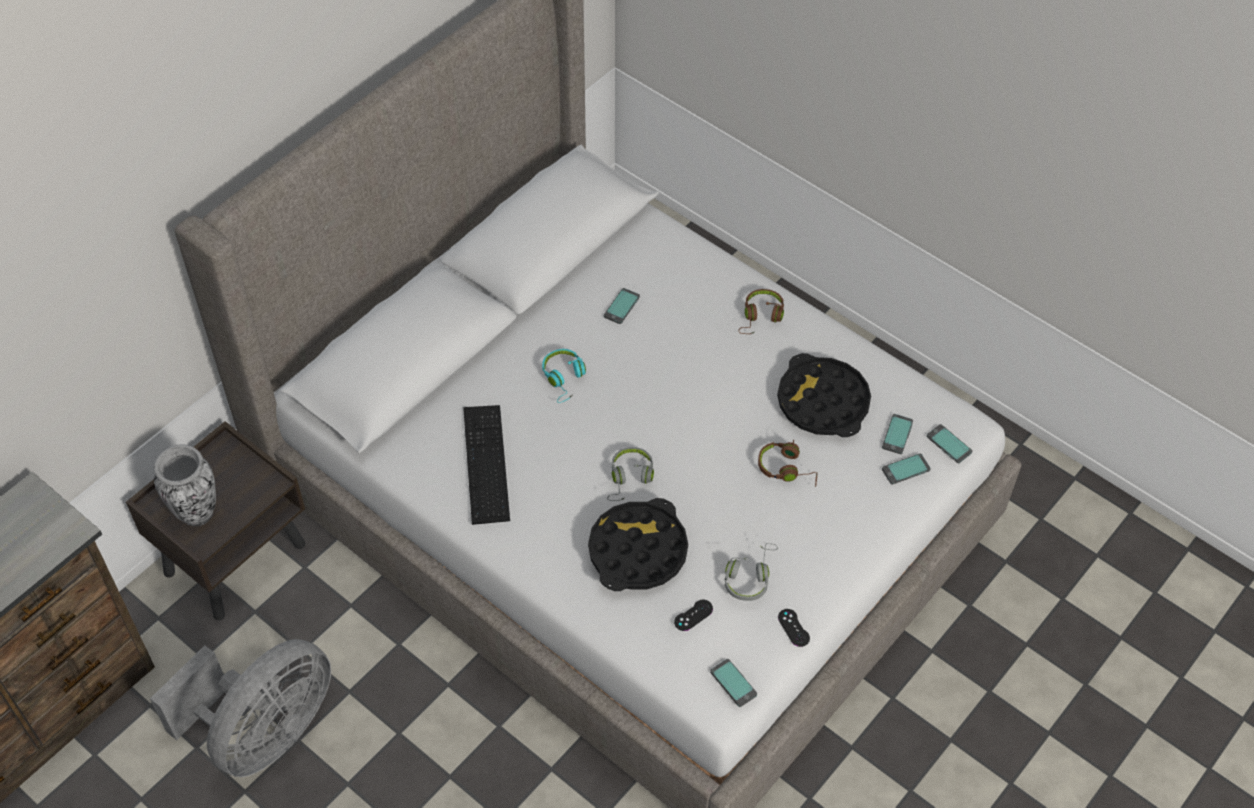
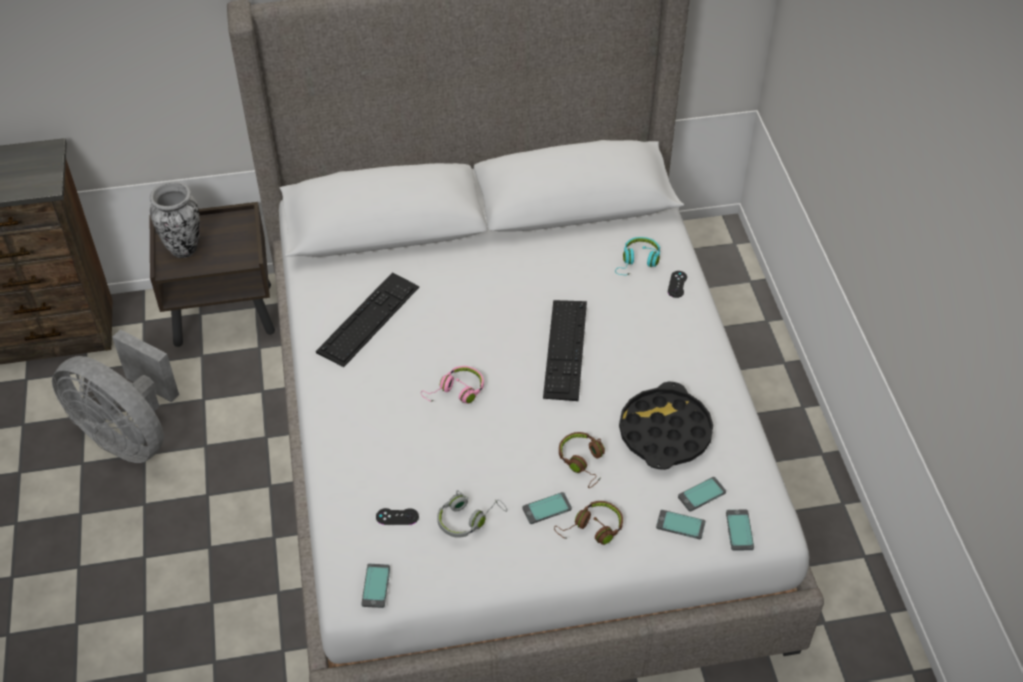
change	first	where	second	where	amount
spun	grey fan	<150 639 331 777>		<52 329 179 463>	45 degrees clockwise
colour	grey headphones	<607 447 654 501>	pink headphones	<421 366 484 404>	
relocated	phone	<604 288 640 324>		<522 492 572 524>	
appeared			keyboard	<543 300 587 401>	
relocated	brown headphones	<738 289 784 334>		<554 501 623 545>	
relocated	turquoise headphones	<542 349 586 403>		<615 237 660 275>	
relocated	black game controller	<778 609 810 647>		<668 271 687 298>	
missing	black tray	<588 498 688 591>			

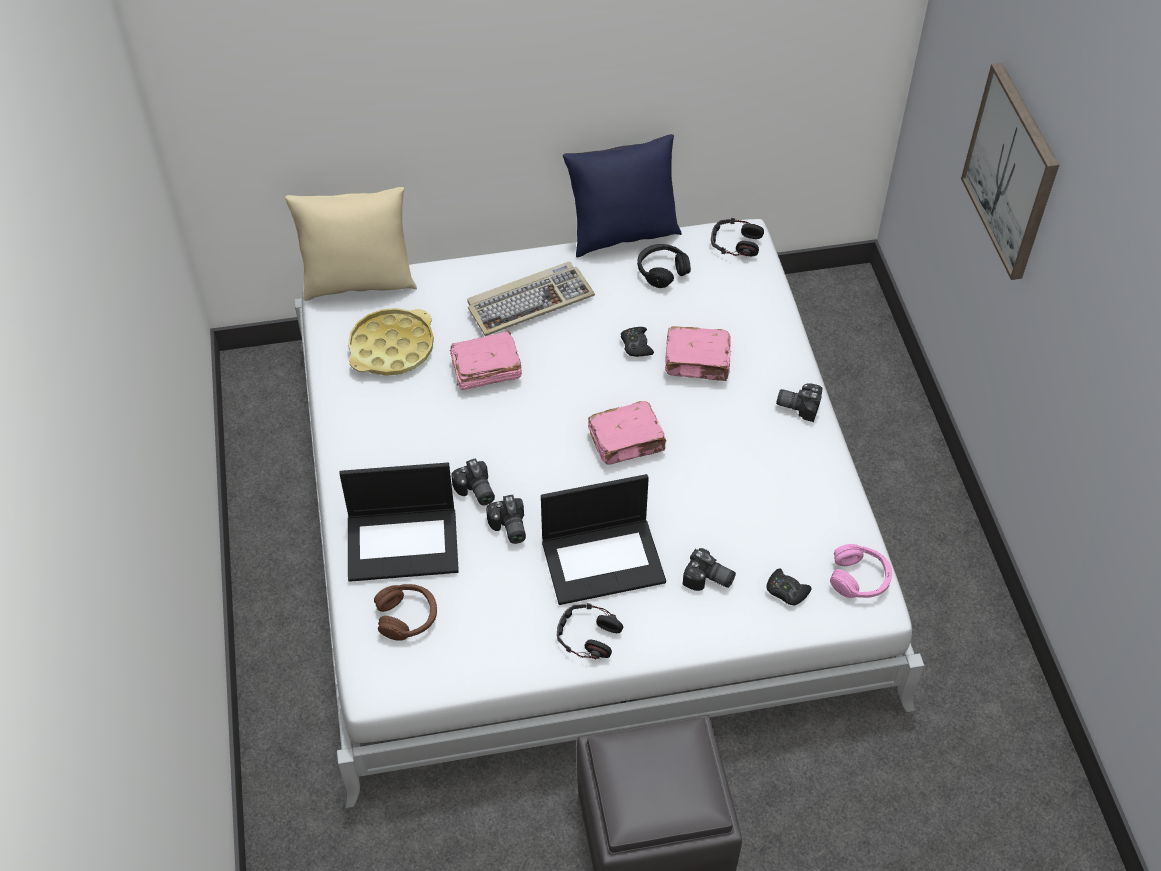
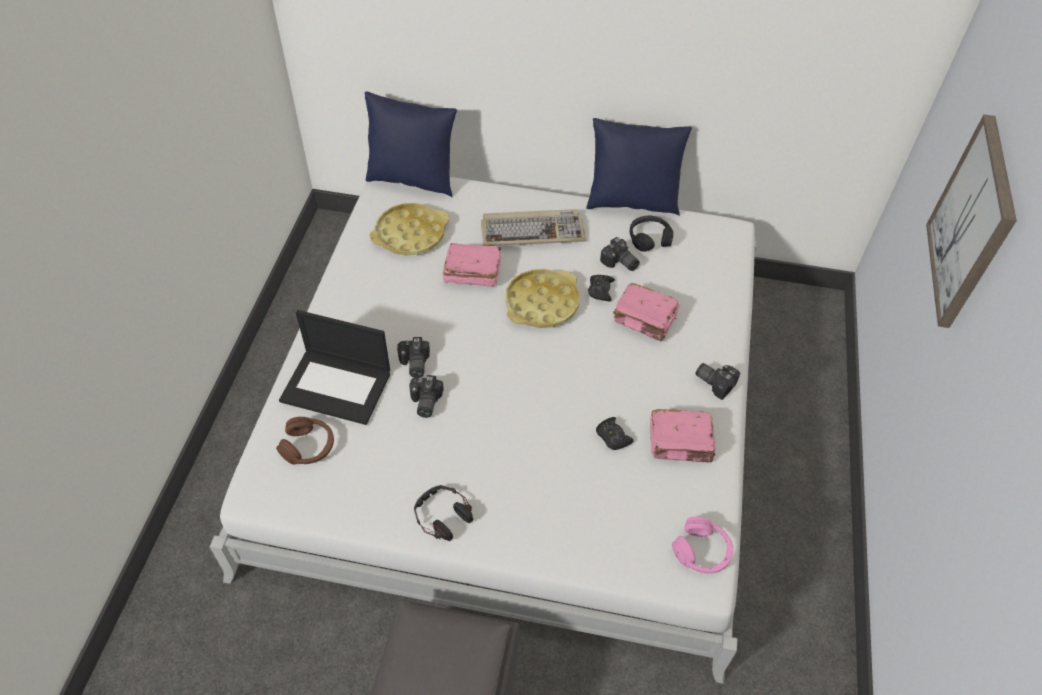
change	first	where	second	where	amount
colour	beige pillow	<285 187 417 301>	blue pillow	<365 91 457 197>	
appeared			yellow tray	<505 269 579 328>	
relocated	black game controller	<766 568 811 606>		<596 417 634 450>	
relocated	photo camera	<683 548 736 591>		<600 237 640 271>	
relocated	pink book	<588 401 667 465>		<650 409 716 462>	
missing	laptop	<541 474 666 605>			
missing	headphones	<711 218 764 256>			

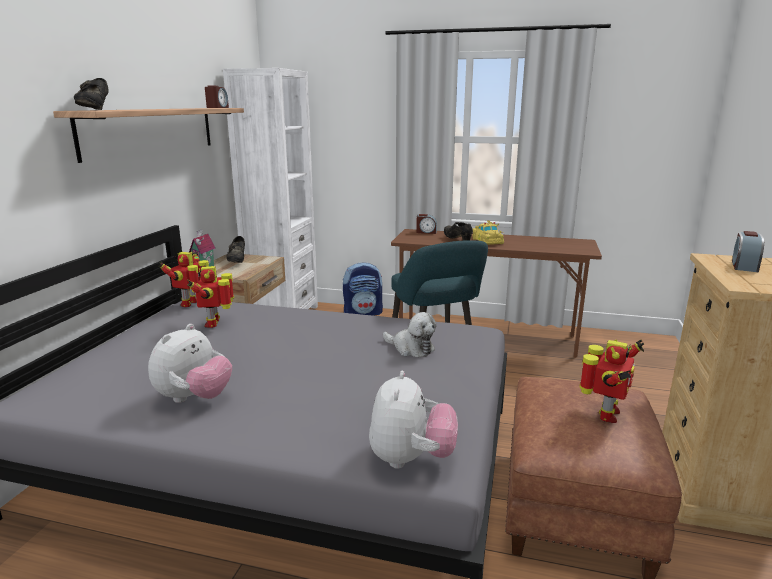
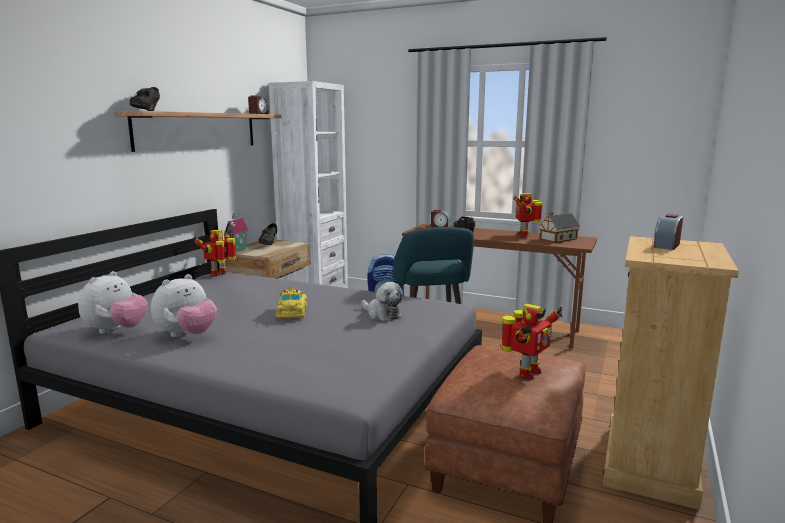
change	first	where	second	where	amount
relocated	plush toy	<369 371 458 469>		<78 271 148 334>	
relocated	yellow toy car	<472 220 504 245>		<276 287 307 319>	
relocated	toy robot	<187 265 234 328>		<513 193 543 237>	
appeared			toy house	<539 212 580 243>	

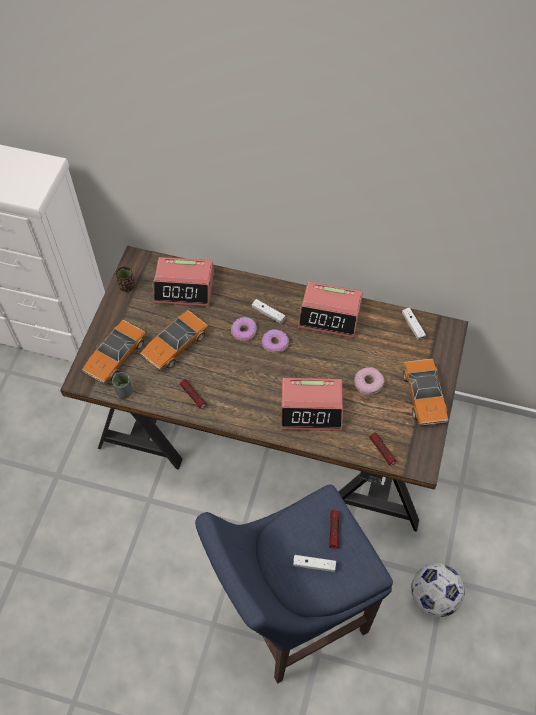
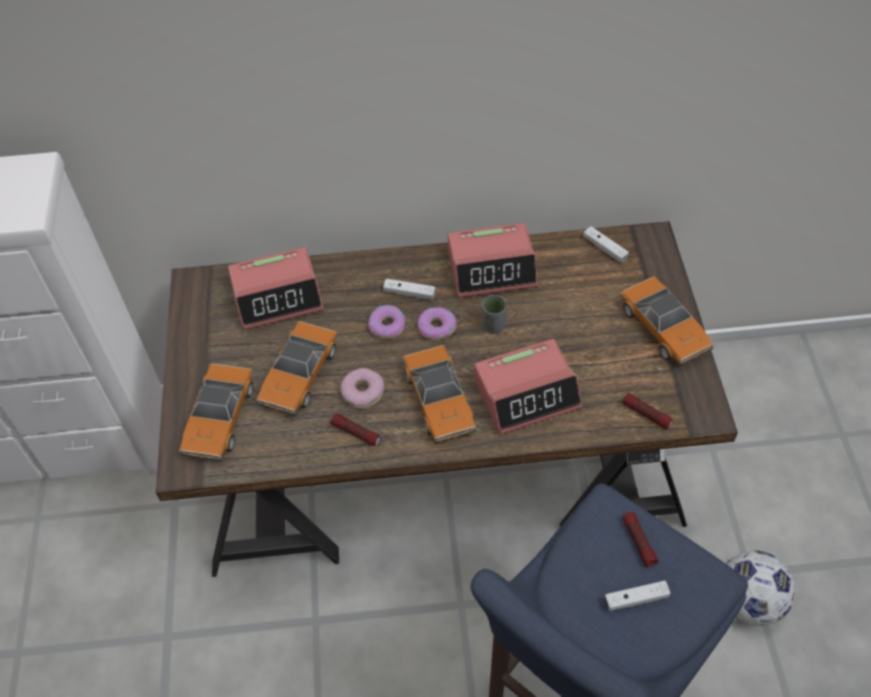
change	first	where	second	where	amount
relocated	donut	<354 367 384 395>		<341 368 384 409>	
appeared			toy car	<403 345 476 443>	
relocated	grey cup	<112 372 133 398>		<482 295 507 334>	
missing	brown cup	<116 266 135 292>			

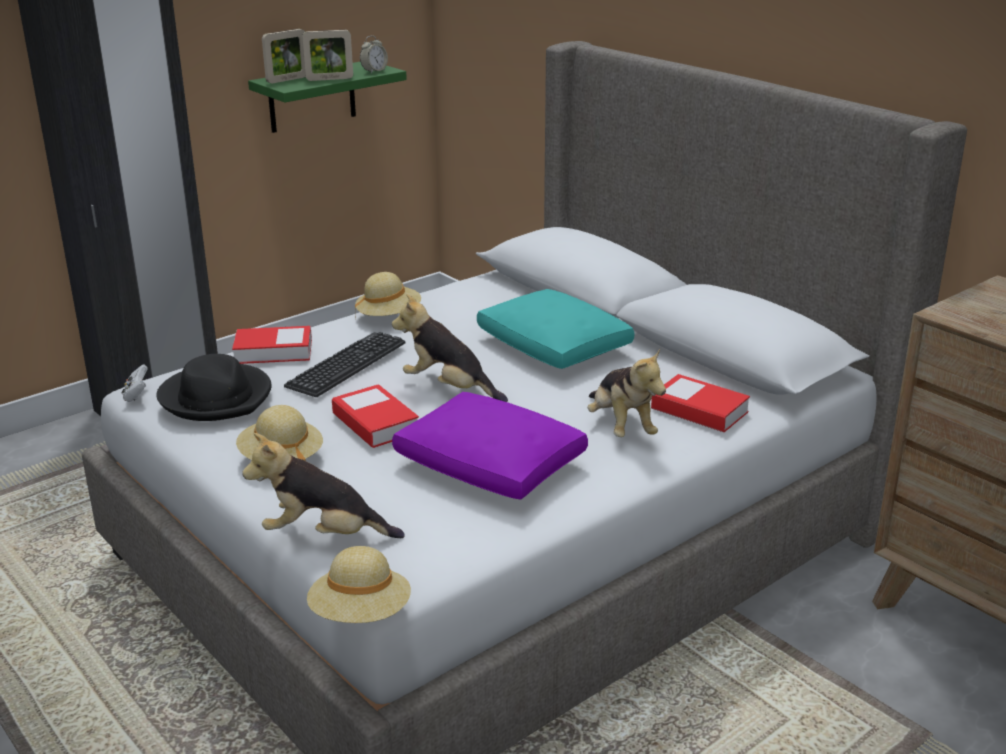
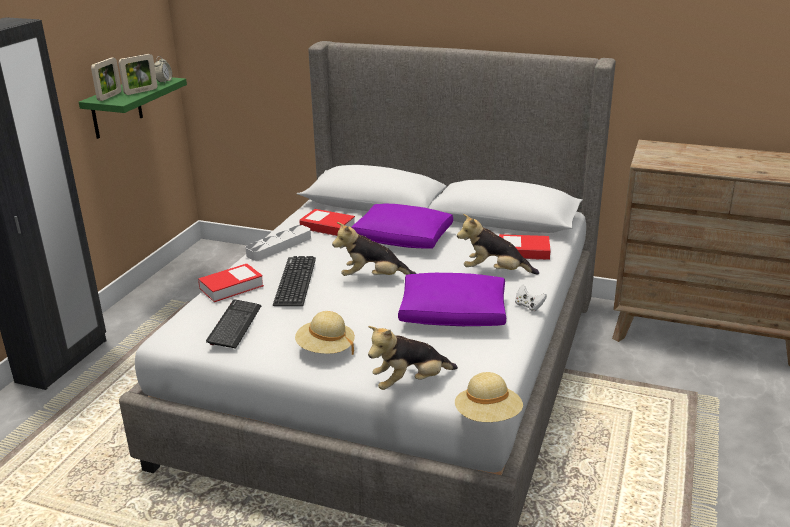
change	first	where	second	where	amount
exchanged	black hat	<156 354 272 421>	keyboard	<206 299 261 349>	
exchanged	beige hat	<355 272 421 319>	grey tray	<245 225 311 261>	
relocated	book	<332 384 419 448>		<299 209 355 236>	
colour	turquoise pillow	<477 289 634 369>	purple pillow	<352 204 453 249>	
spun	plush toy	<588 349 666 437>		<457 214 539 275>	150 degrees clockwise
relocated	white game controller	<122 364 148 402>		<515 285 547 312>	

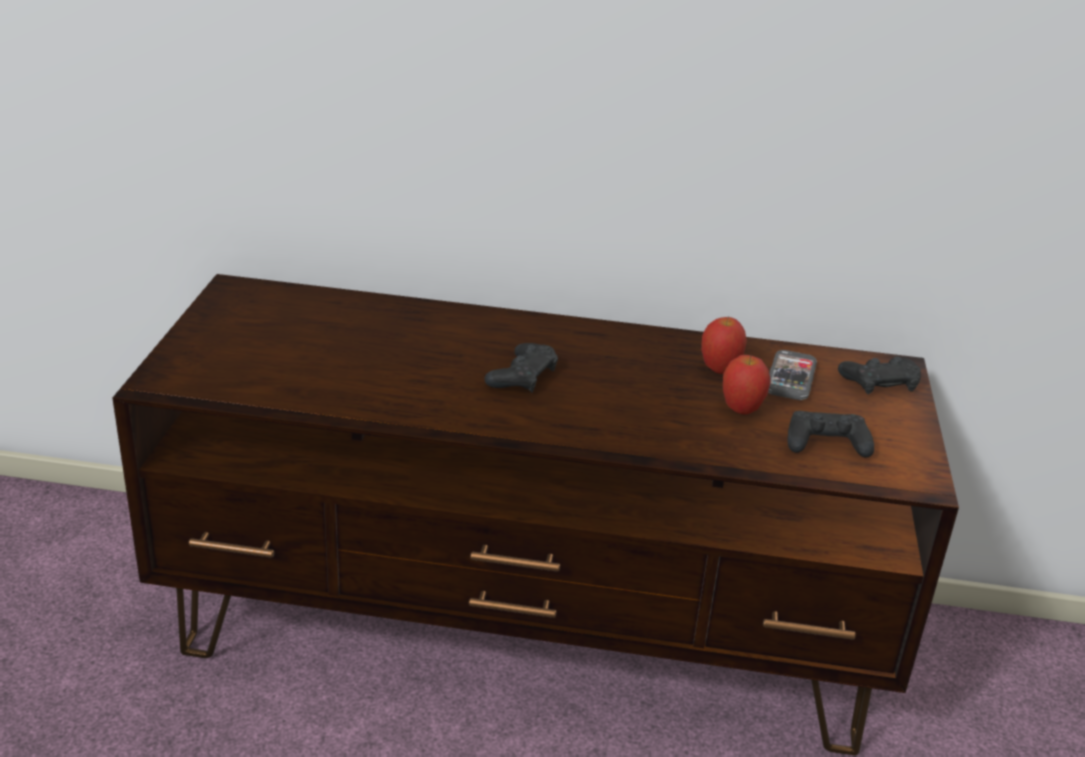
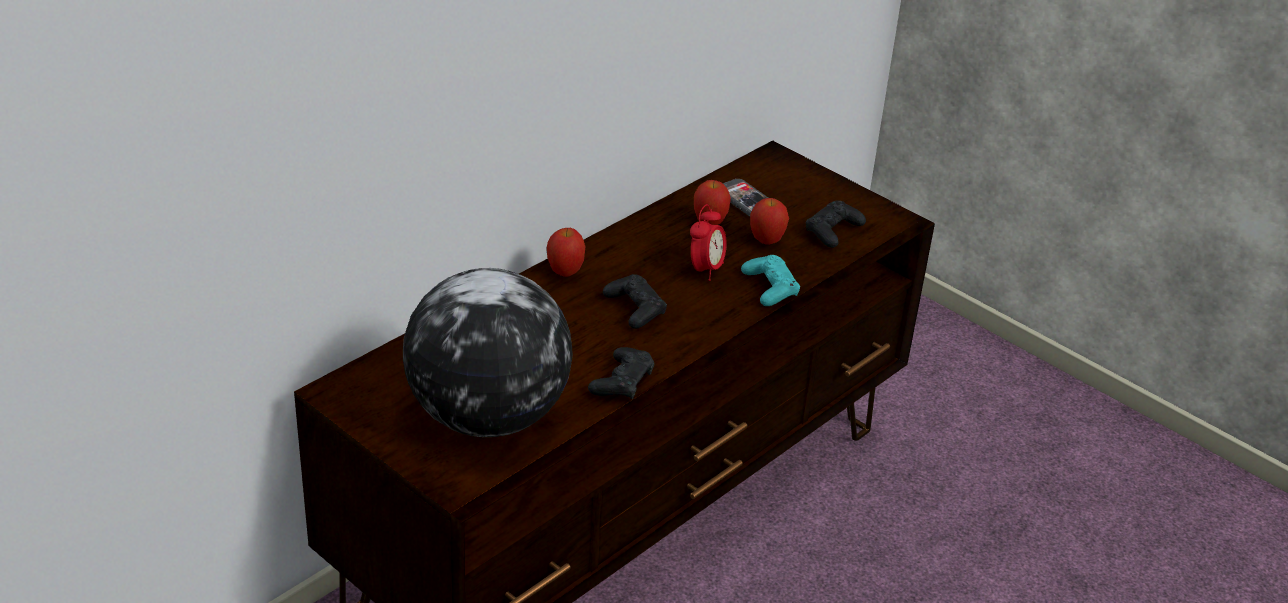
change	first	where	second	where	amount
appeared			globe	<403 268 573 437>	
appeared			apple	<547 228 585 277>	
relocated	black game controller	<838 356 921 394>		<588 347 655 400>	
appeared			alarm clock	<690 204 727 281>	
appeared			turquoise game controller	<741 255 800 306>	

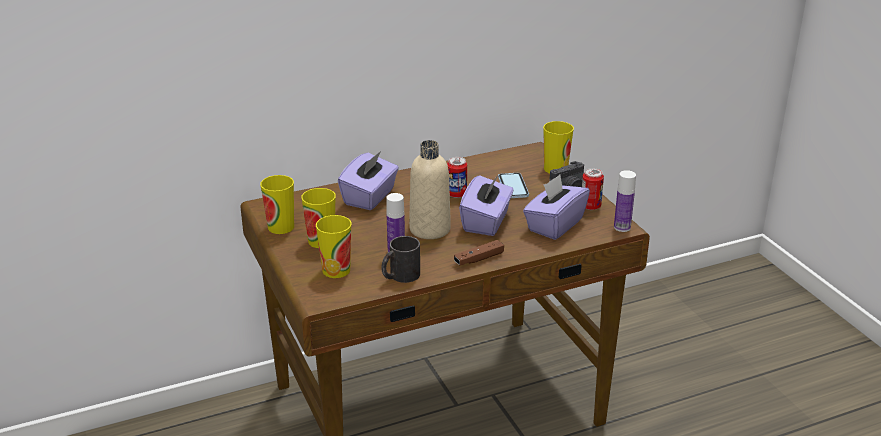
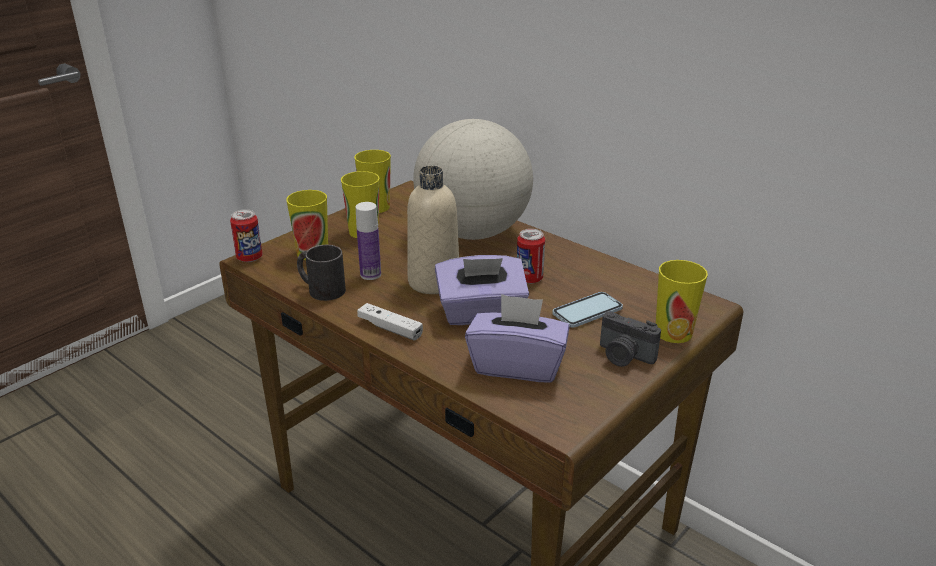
change	first	where	second	where	amount
relocated	can	<582 168 604 210>		<230 209 263 262>	
colour	brown game controller	<454 240 504 266>	white game controller	<357 303 423 340>	
exchanged	purple tissue box	<338 151 399 210>	globe	<413 119 533 240>	
missing	bottle	<614 170 636 232>			

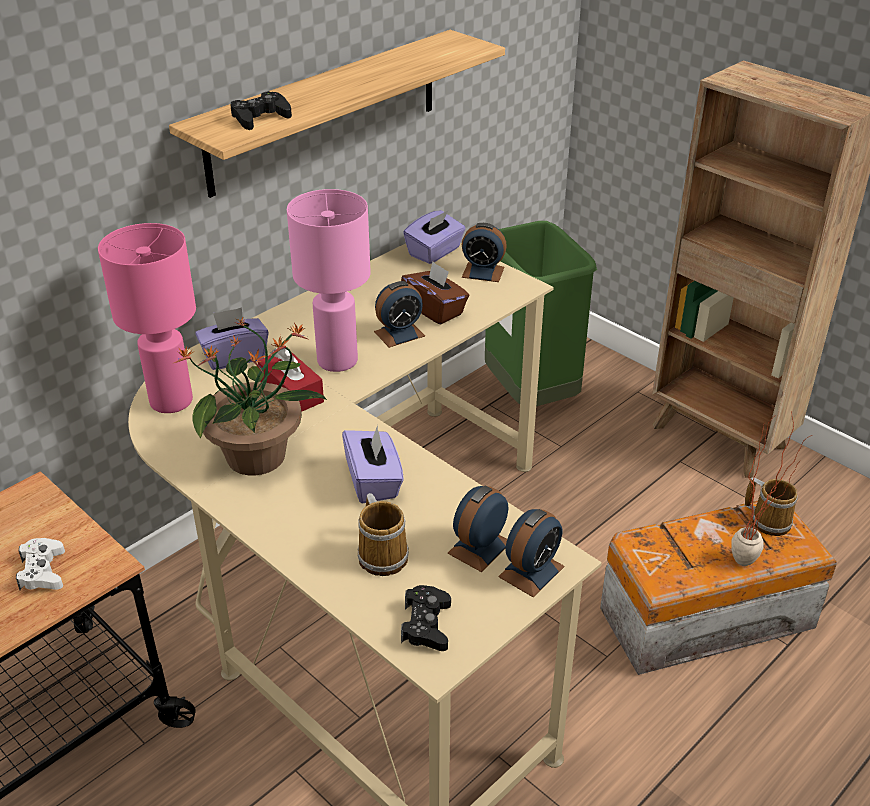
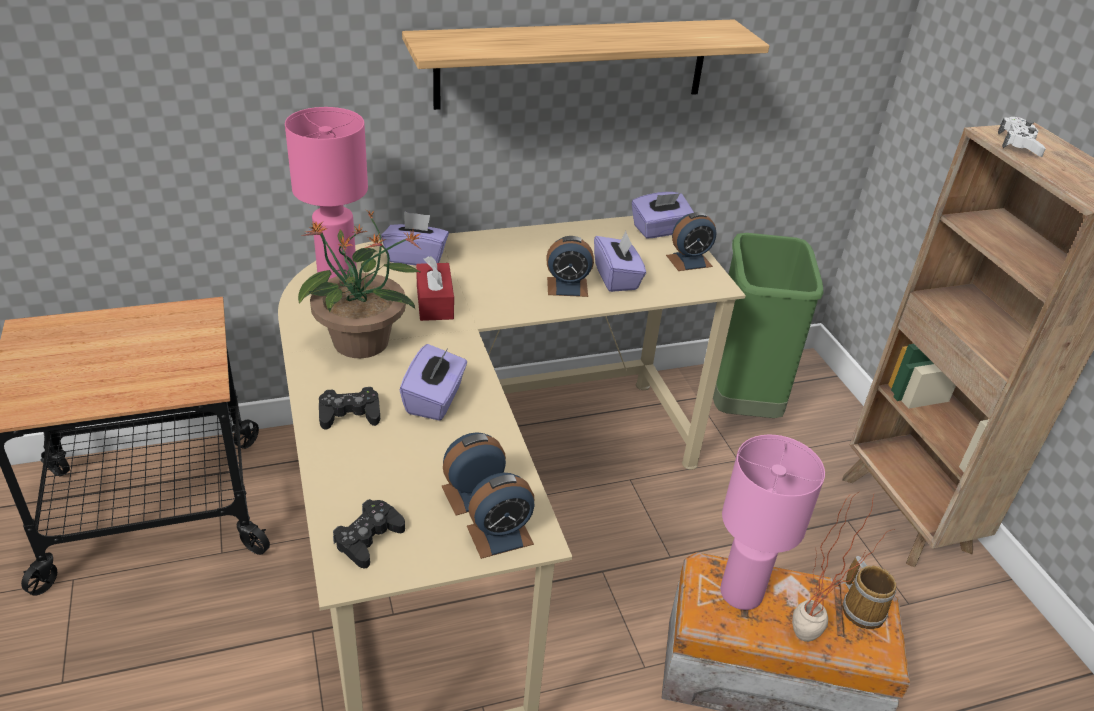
change	first	where	second	where	amount
relocated	black game controller	<230 91 292 130>		<319 387 380 430>	
colour	brown tissue box	<401 261 469 325>	purple tissue box	<594 231 646 292>	
spun	alarm clock	<462 223 507 282>		<666 212 716 271>	60 degrees counterclockwise
relocated	pink table lamp	<287 189 370 372>		<720 435 825 610>	
relocated	white game controller	<16 538 65 590>		<998 117 1046 157>	
missing	mug	<358 493 409 576>			

